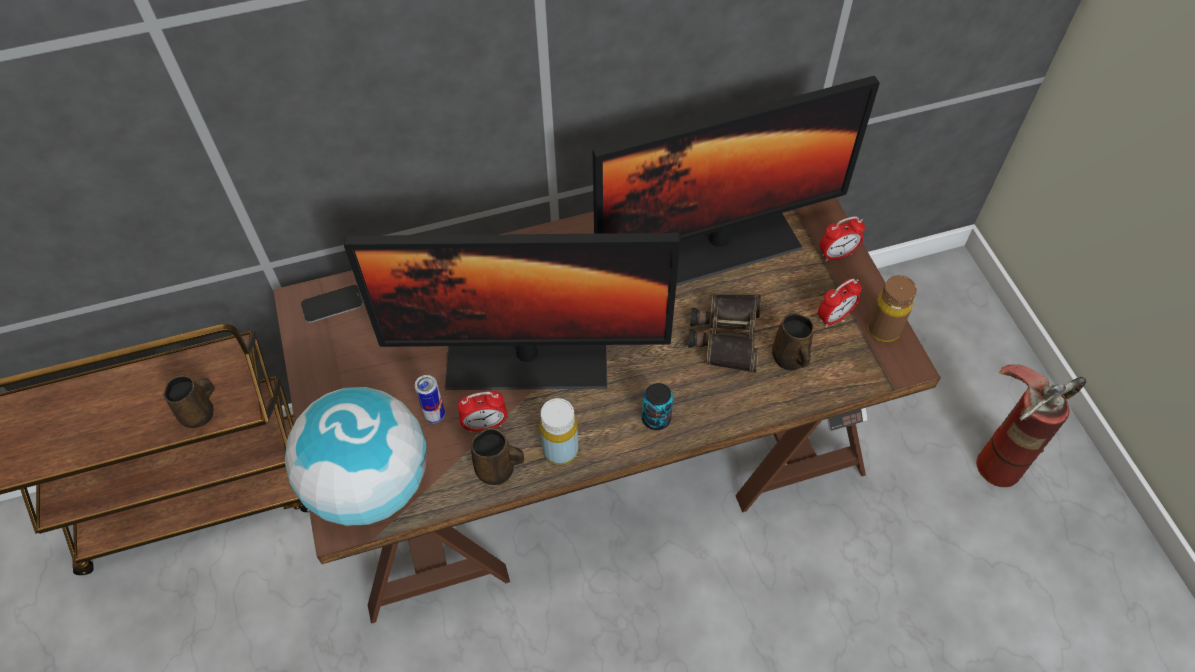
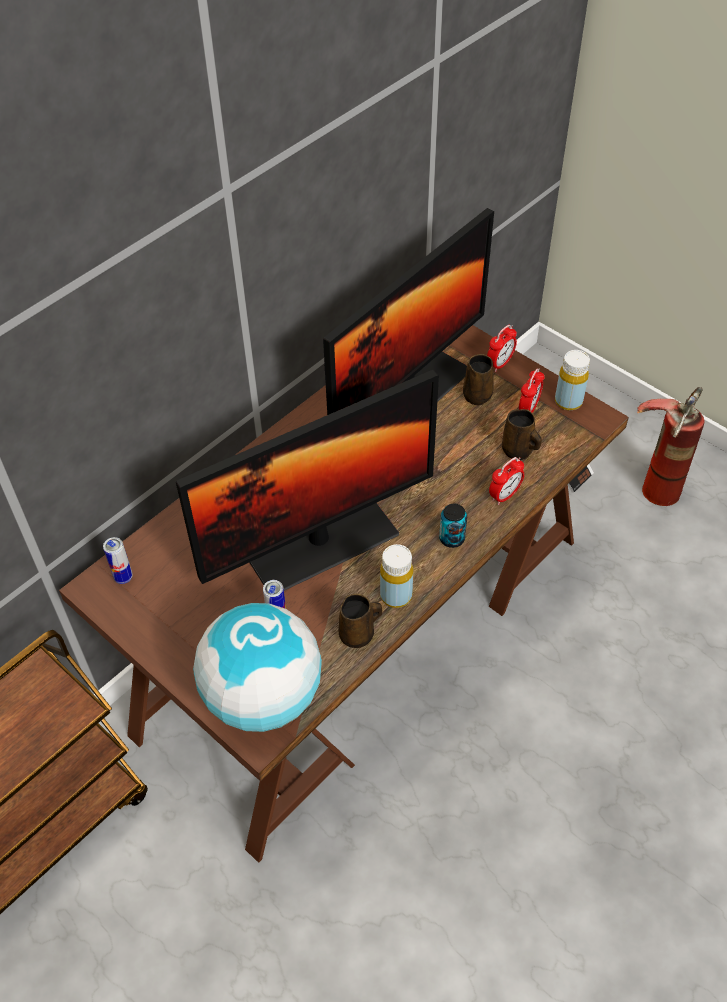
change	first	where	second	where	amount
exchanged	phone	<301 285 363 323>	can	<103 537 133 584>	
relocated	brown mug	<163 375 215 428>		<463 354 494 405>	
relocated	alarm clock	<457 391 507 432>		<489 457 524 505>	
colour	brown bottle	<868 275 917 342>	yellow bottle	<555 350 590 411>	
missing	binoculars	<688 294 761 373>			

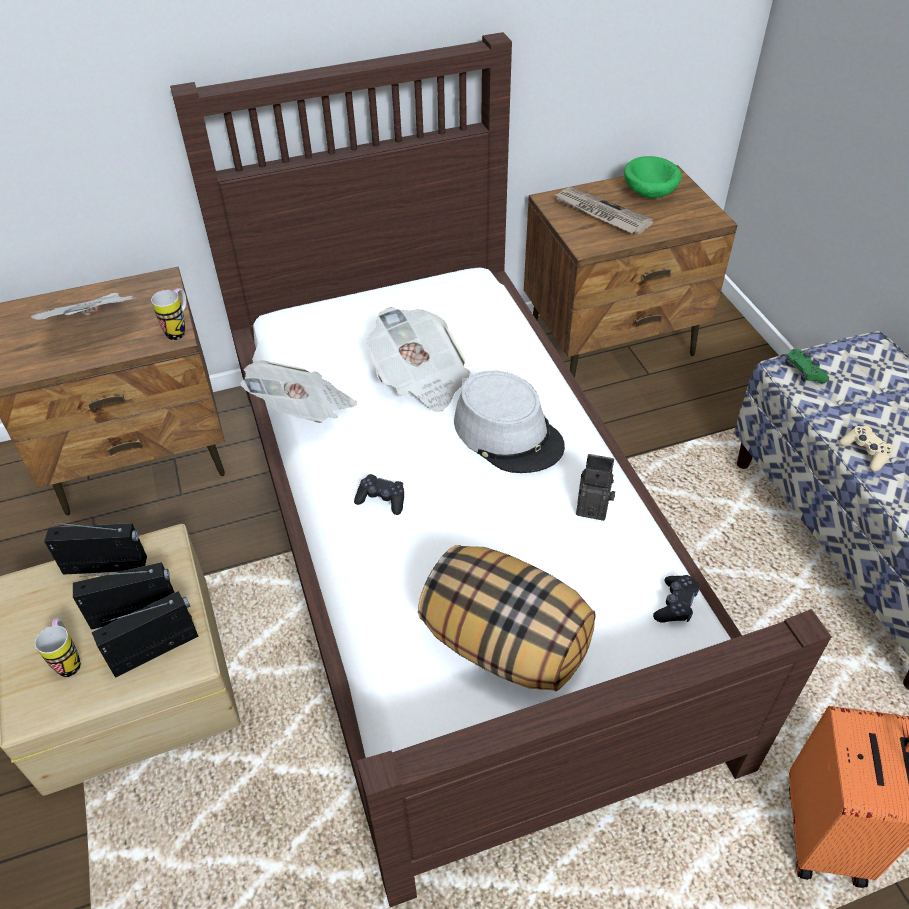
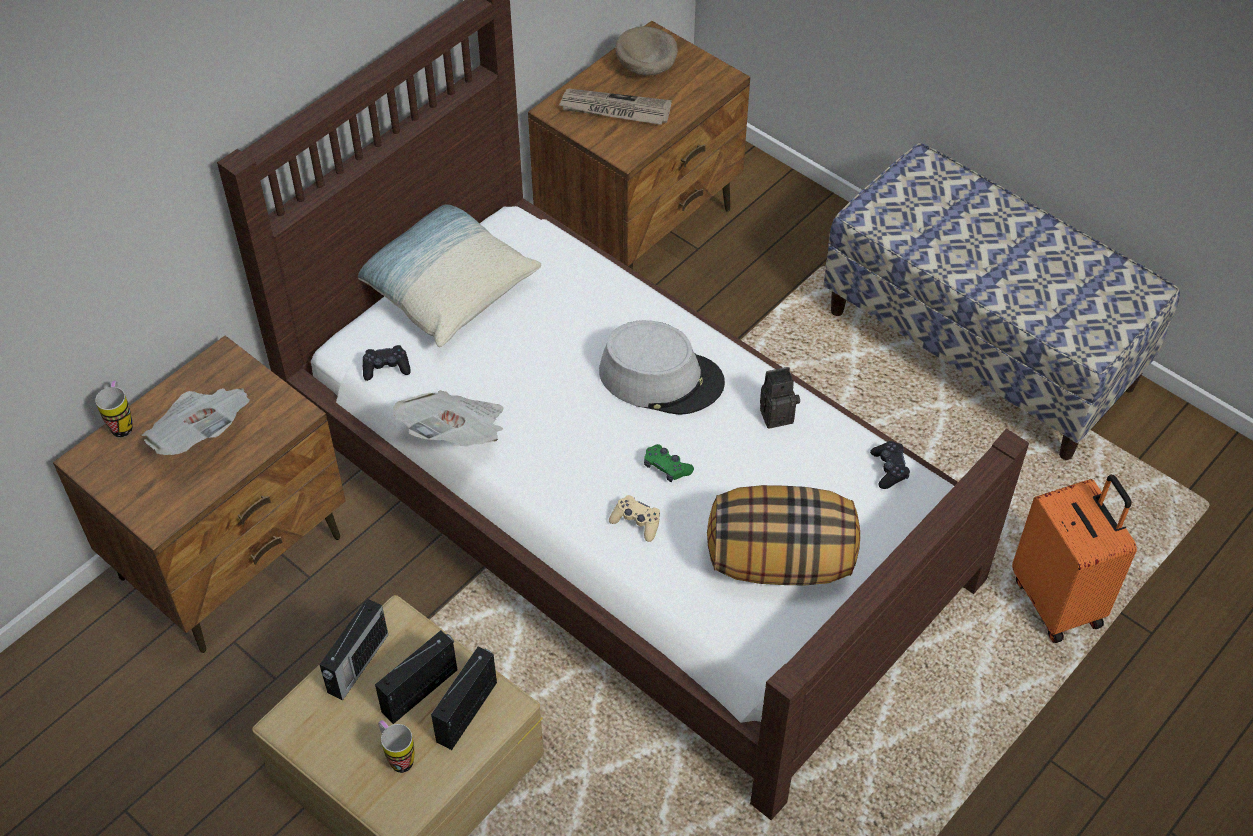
change	first	where	second	where	amount
relocated	mug	<151 288 186 340>		<95 381 133 437>	
spun	radio	<44 523 147 575>		<319 599 388 701>	150 degrees clockwise
appeared			pillow	<358 204 541 347>	
relocated	black game controller	<354 474 404 515>		<363 345 411 381>	
relocated	beige game controller	<839 425 895 472>		<609 495 660 542>	
colour	green bowl	<624 156 682 198>	beige bowl	<615 27 678 75>	
relocated	green game controller	<785 349 829 383>		<644 444 694 482>	
missing	newspaper	<366 307 470 412>			

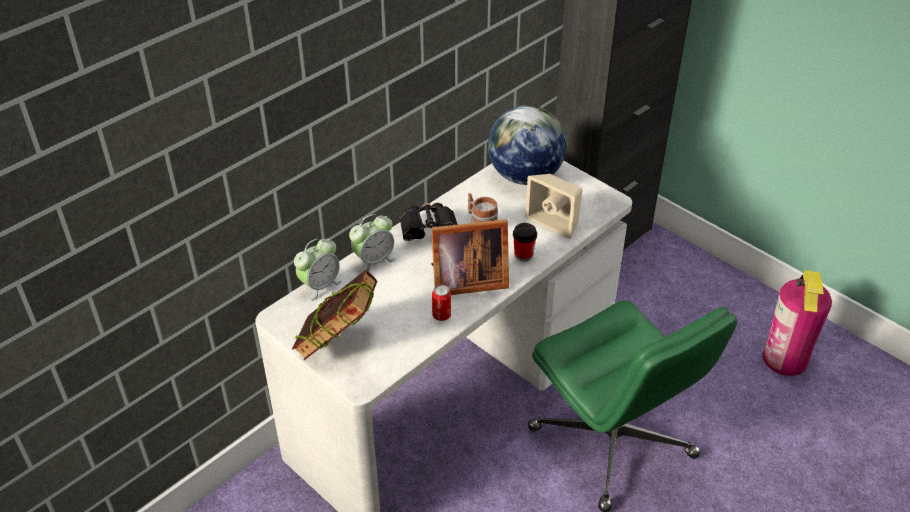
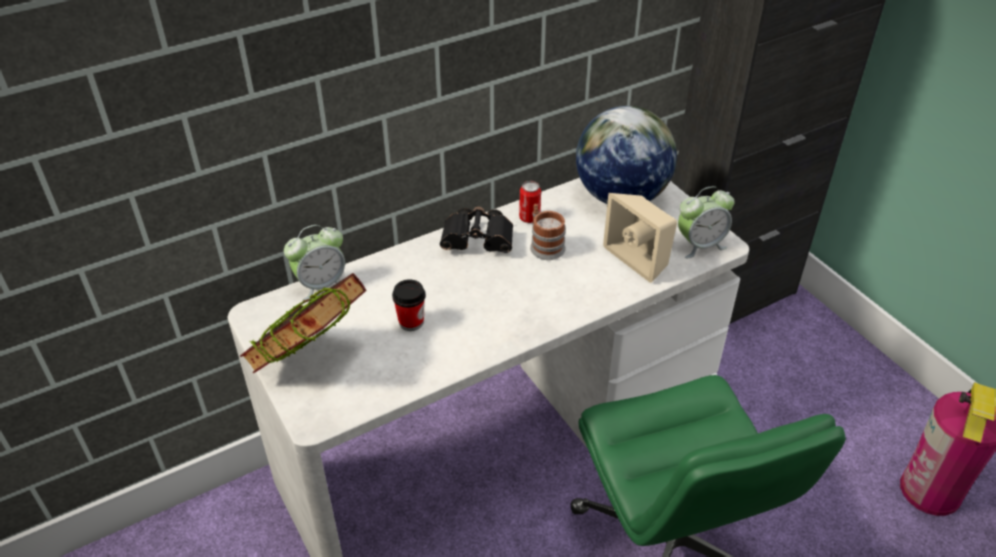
change	first	where	second	where	amount
relocated	cup	<513 223 537 262>		<392 279 426 331>	
relocated	can	<432 284 451 321>		<519 181 541 223>	
relocated	alarm clock	<349 214 396 272>		<678 186 735 258>	
missing	picture frame	<431 219 509 295>			

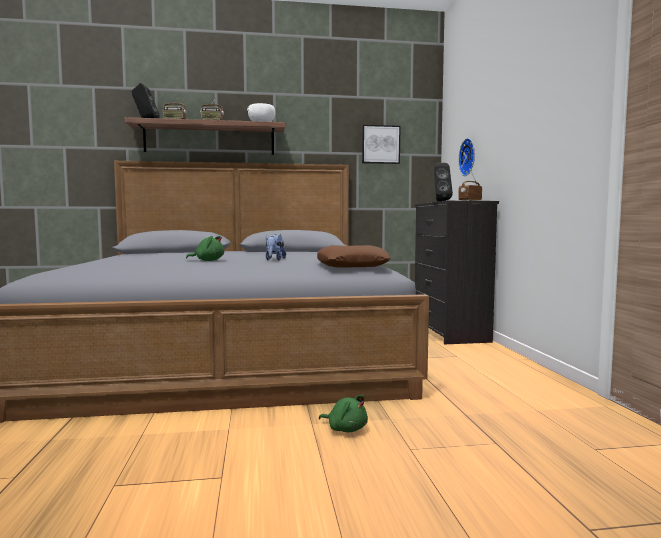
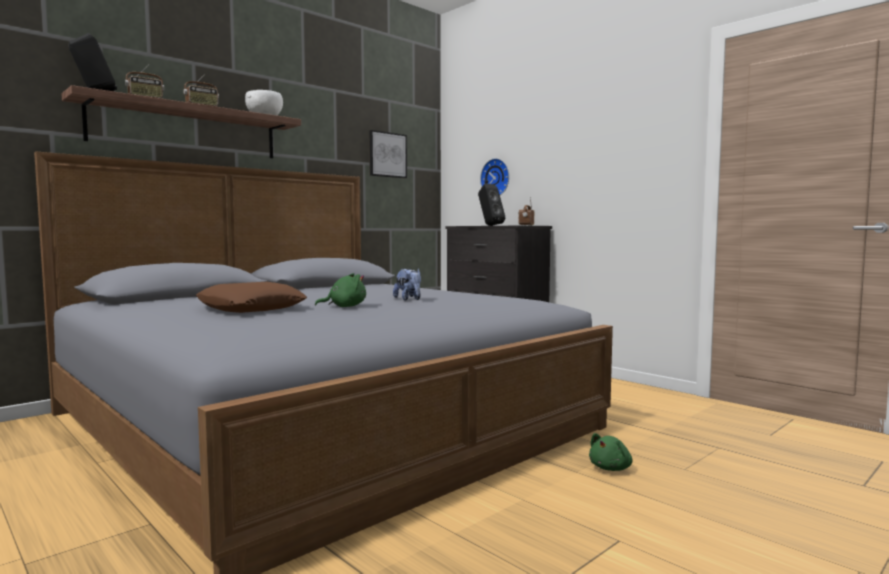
change	first	where	second	where	amount
relocated	brown pillow	<317 245 390 268>		<196 282 307 313>	
spun	green plush toy	<319 395 368 432>		<589 433 632 471>	135 degrees clockwise

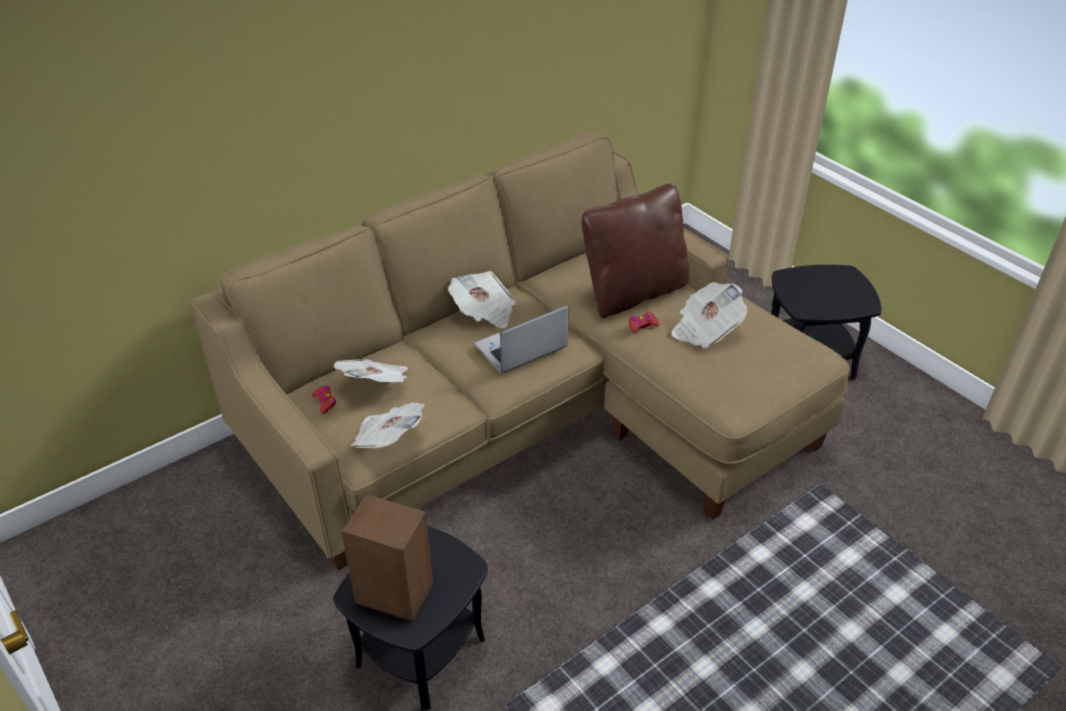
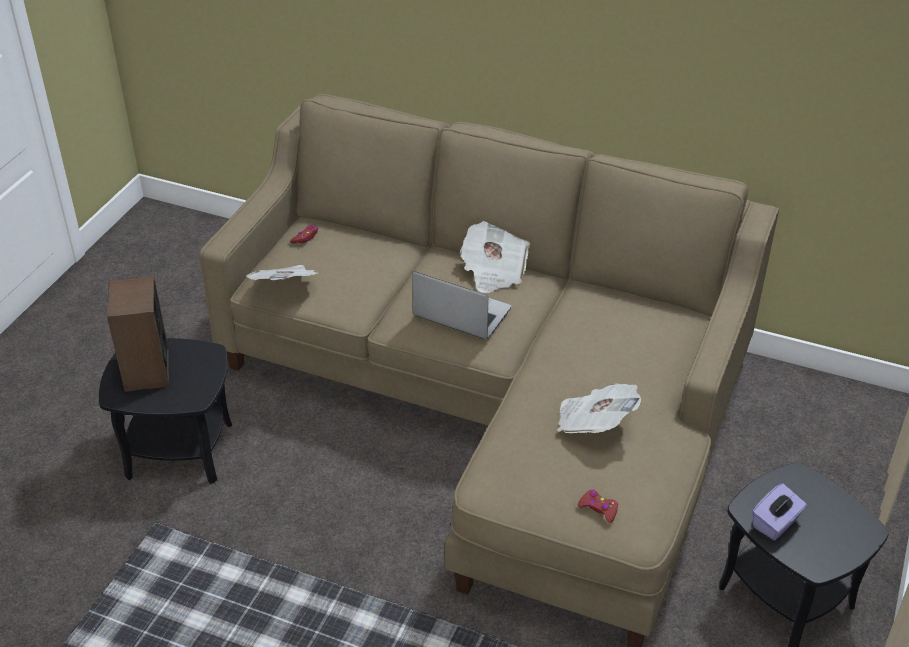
change	first	where	second	where	amount
relocated	red game controller	<629 312 659 334>		<578 489 618 523>	
appeared			purple tissue box	<752 483 807 540>	
missing	newspaper	<334 359 408 382>			
missing	brown pillow	<582 184 690 318>			

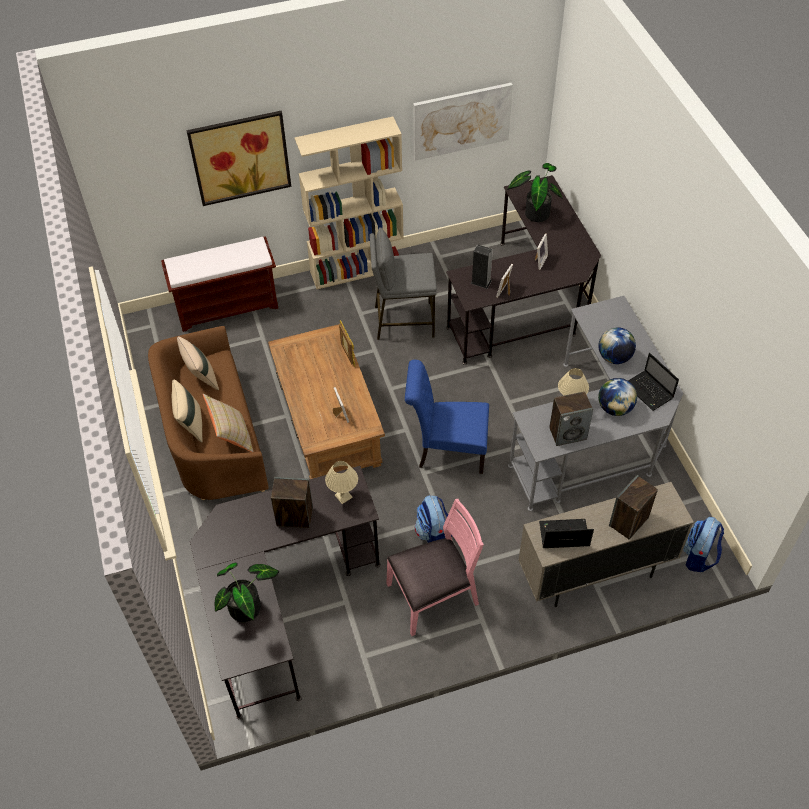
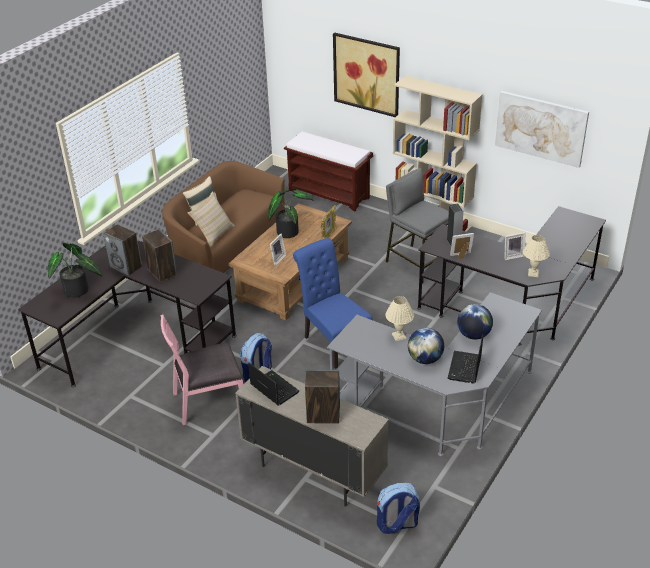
change	first	where	second	where	amount
relocated	speaker	<549 391 593 446>		<103 224 142 276>	
spun	pink chair	<386 499 484 636>		<160 315 243 425>	135 degrees clockwise
relocated	potted plant	<507 163 563 222>		<268 190 314 238>	
relocated	beige table lamp	<325 461 358 504>		<523 235 550 277>	
missing	beige pillow	<177 337 219 390>			

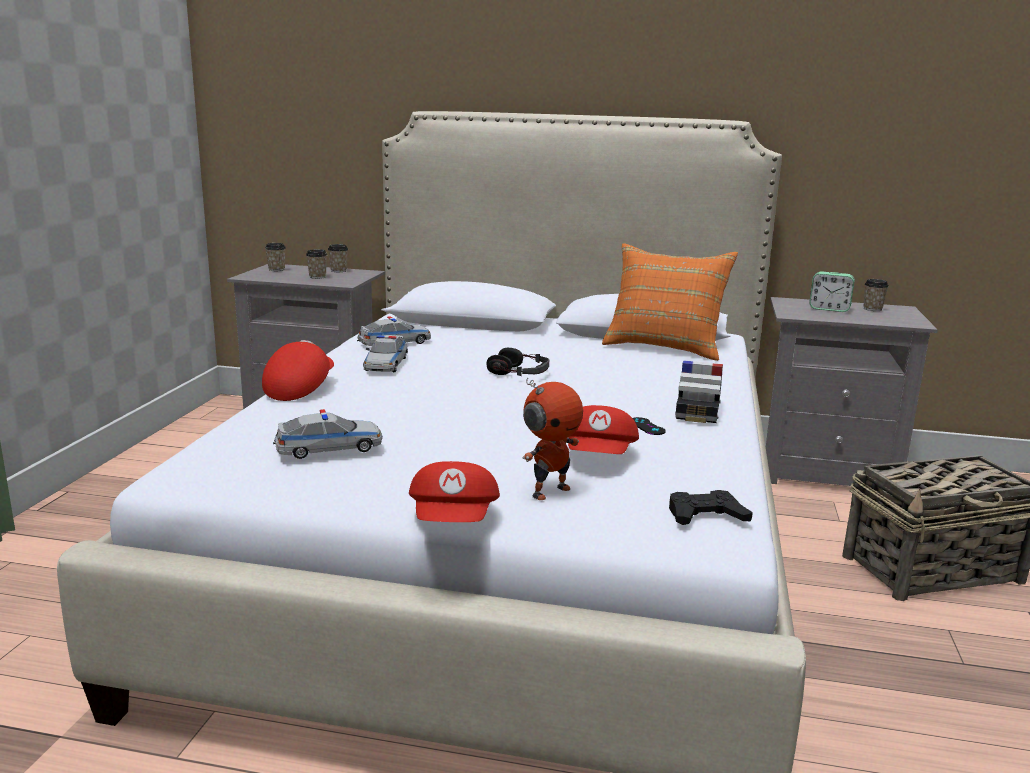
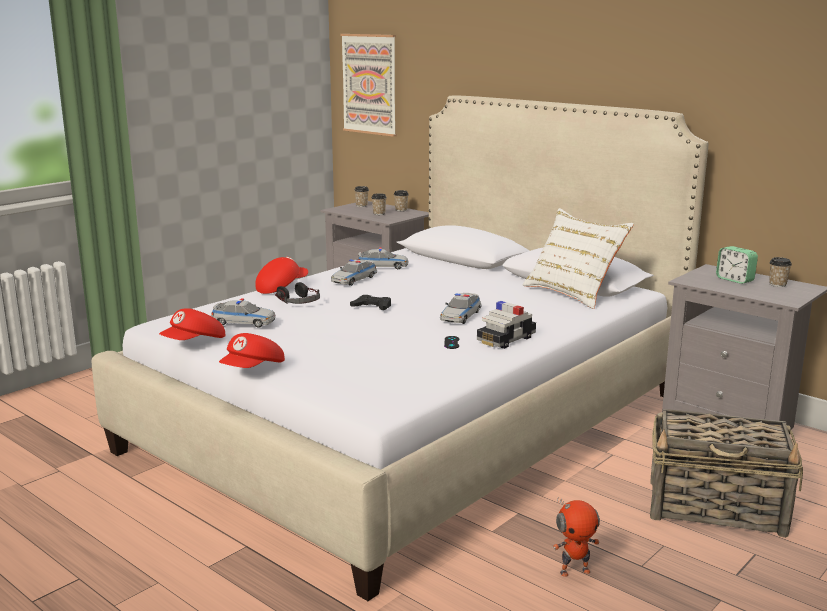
change	first	where	second	where	amount
relocated	red cap	<568 405 639 454>		<159 308 225 340>	
relocated	headphones	<486 348 549 376>		<275 282 320 304>	
appeared			picture	<341 34 396 137>	
relocated	black game controller	<669 490 753 525>		<350 295 391 310>	
appeared			toy car	<440 293 482 324>	
colour	orange pillow	<602 243 738 361>	white pillow	<523 208 634 309>	
relocated	toy robot	<523 378 583 500>		<552 497 600 577>	

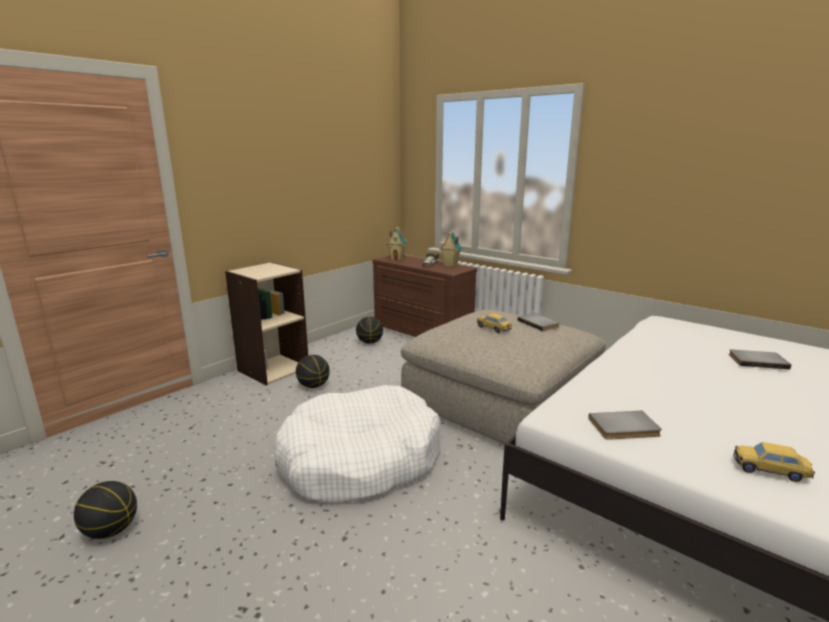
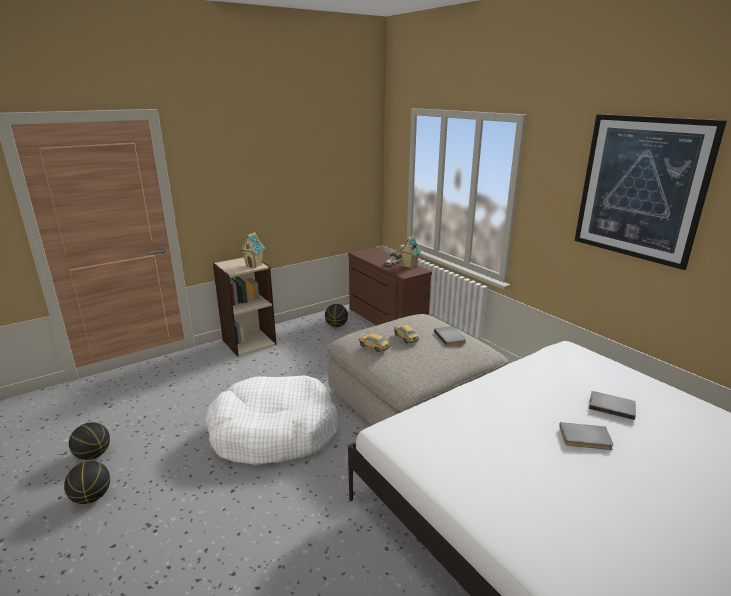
change	first	where	second	where	amount
relocated	basketball	<296 355 330 388>		<64 461 110 504>	
relocated	toy house	<386 227 407 261>		<240 232 265 268>	
relocated	toy car	<734 442 815 482>		<359 333 390 352>	
relocated	grey book	<588 411 662 440>		<559 422 614 450>	
appeared			picture	<575 114 727 270>	

